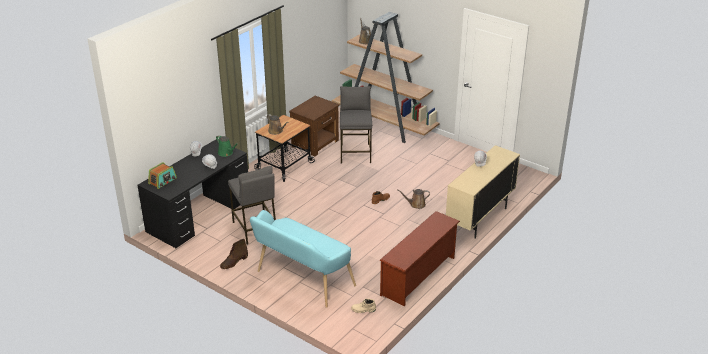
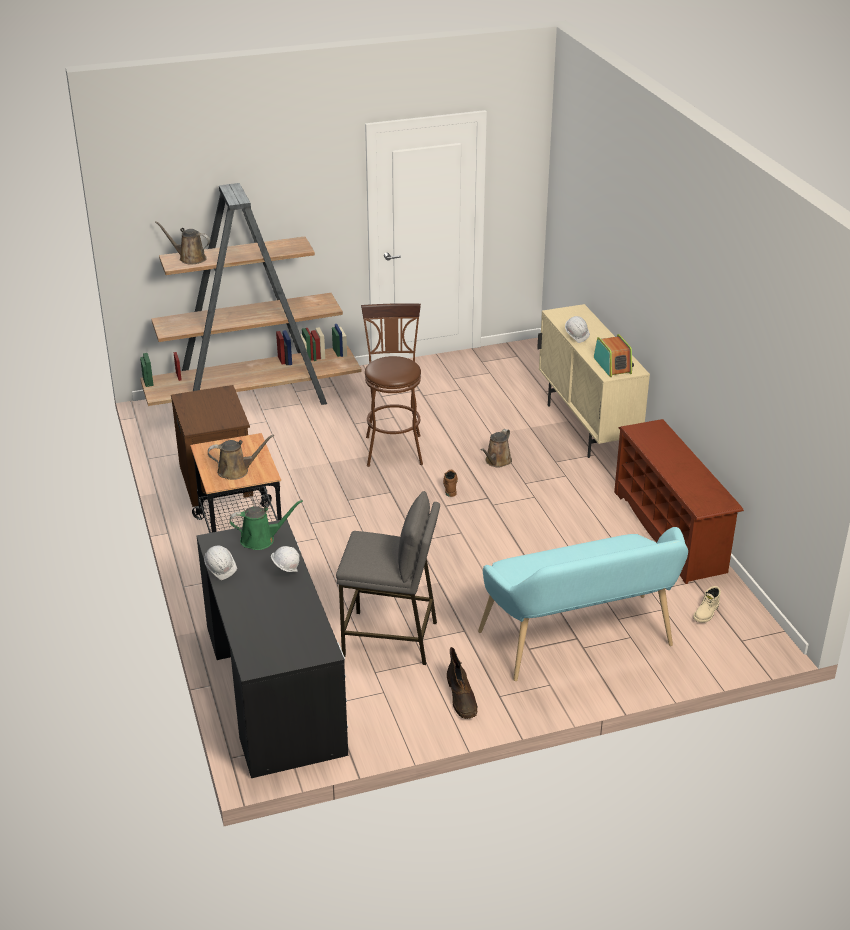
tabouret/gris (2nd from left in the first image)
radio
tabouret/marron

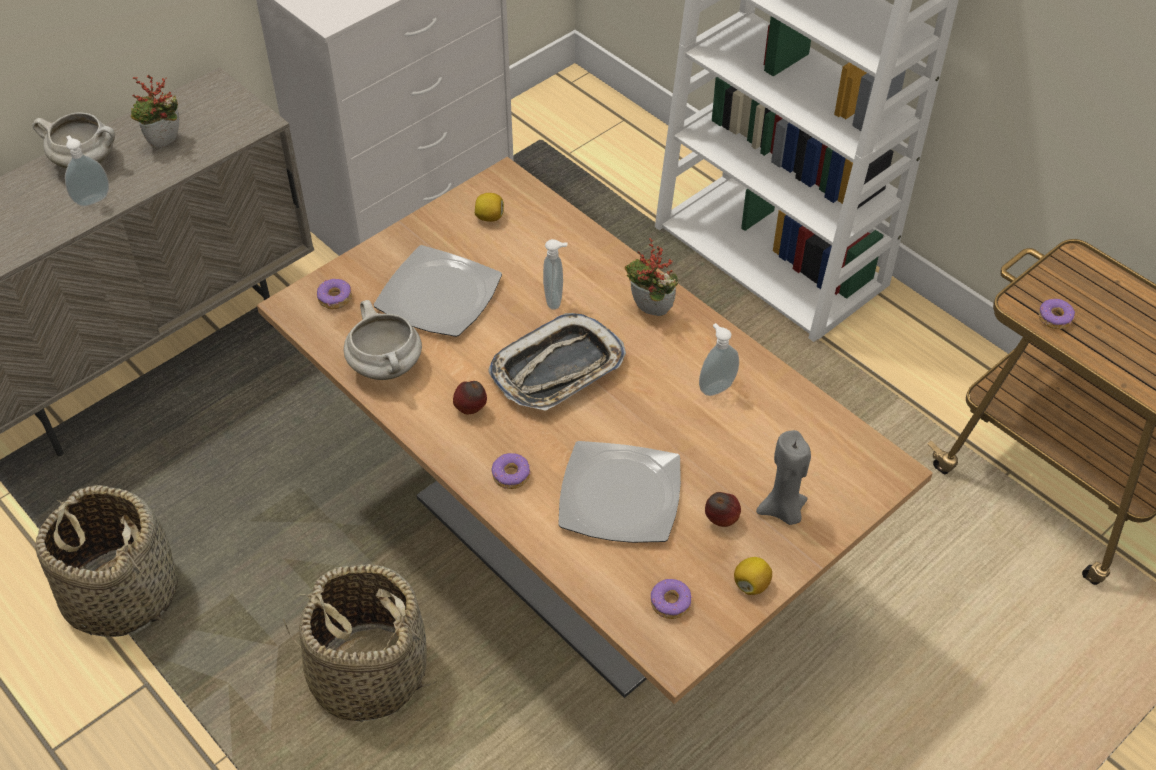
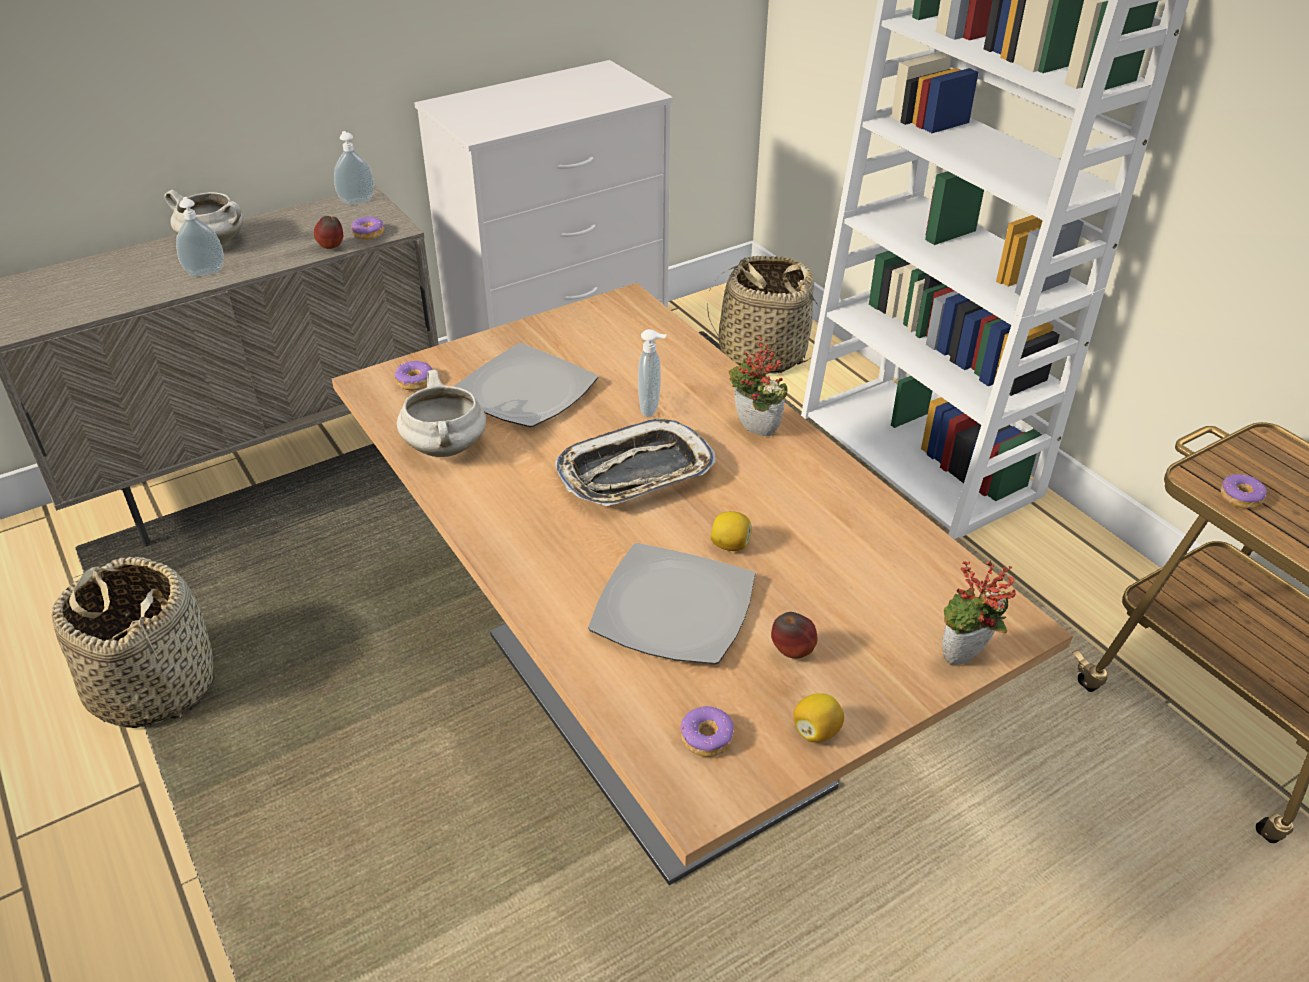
plante en pot (2nd from left)
citron (1st from left)
distributeur de savon (2nd from left)
pomme (1st from left)
bougie/gris
beignet (1st from left)
panier (2nd from left)

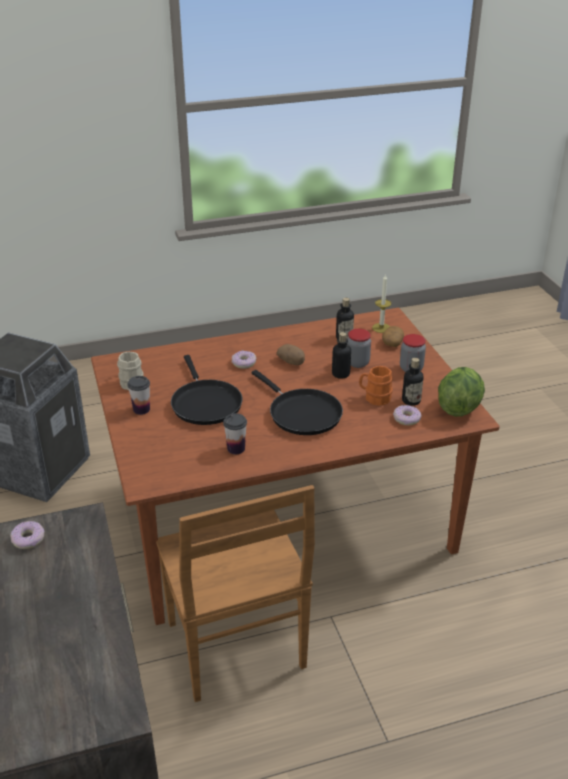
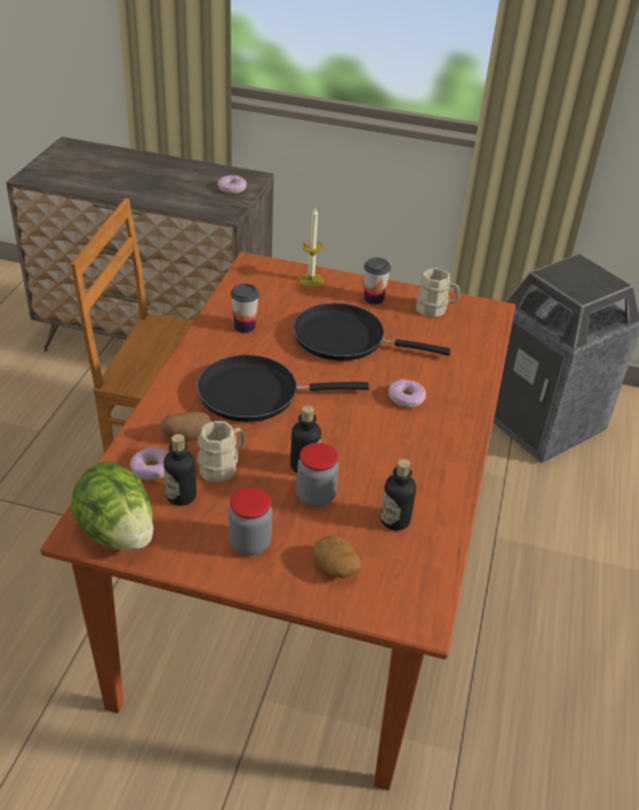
bougie
pomme de terre (1st from left)
mug/beige (1st from left)

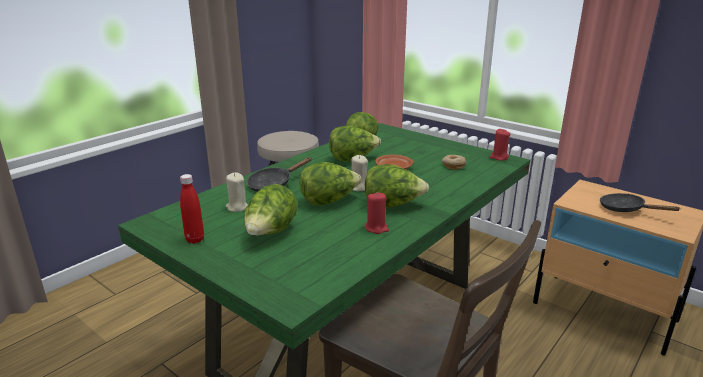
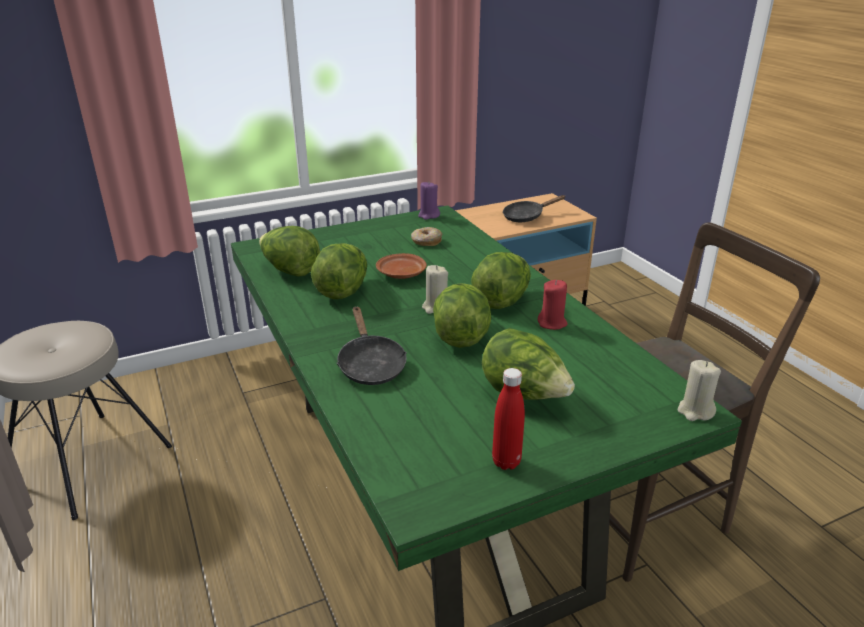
bougie/violet
bougie/beige (2nd from left)

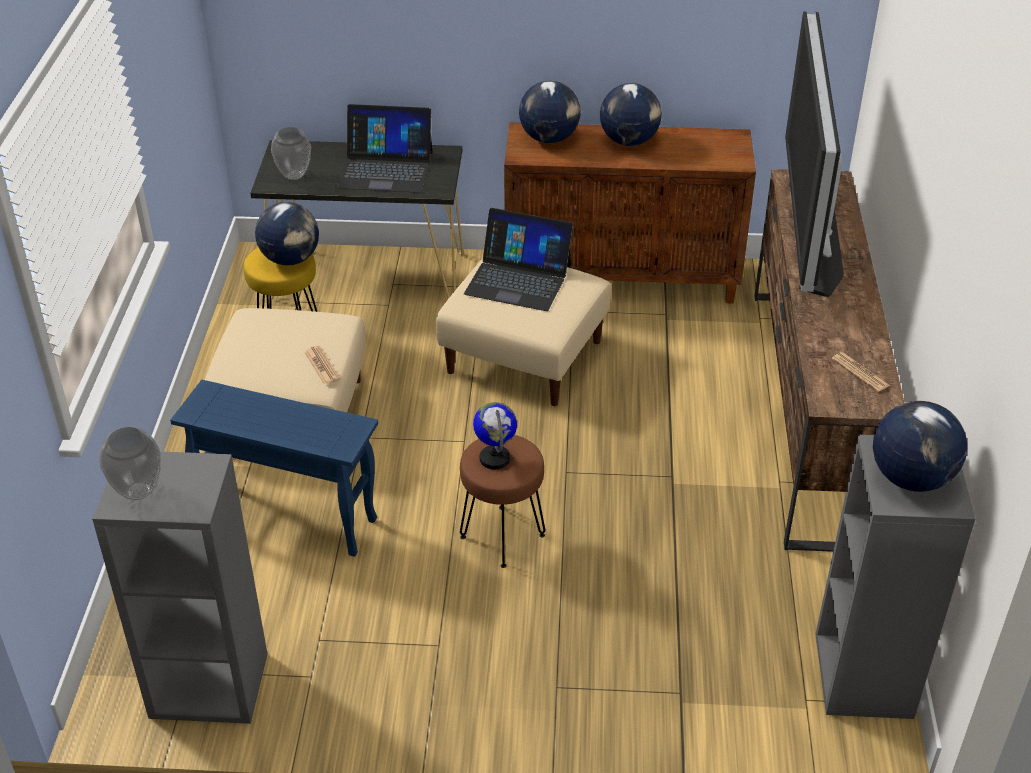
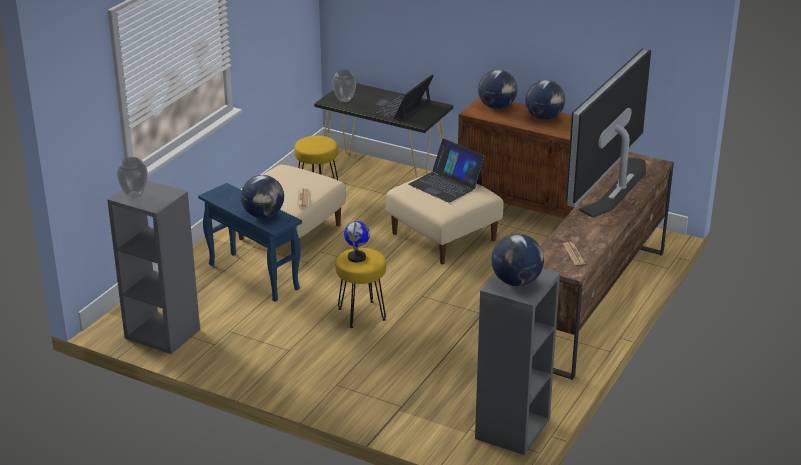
ordinateur portable (1st from left)
globe (1st from left)
tabouret/jaune (2nd from left)

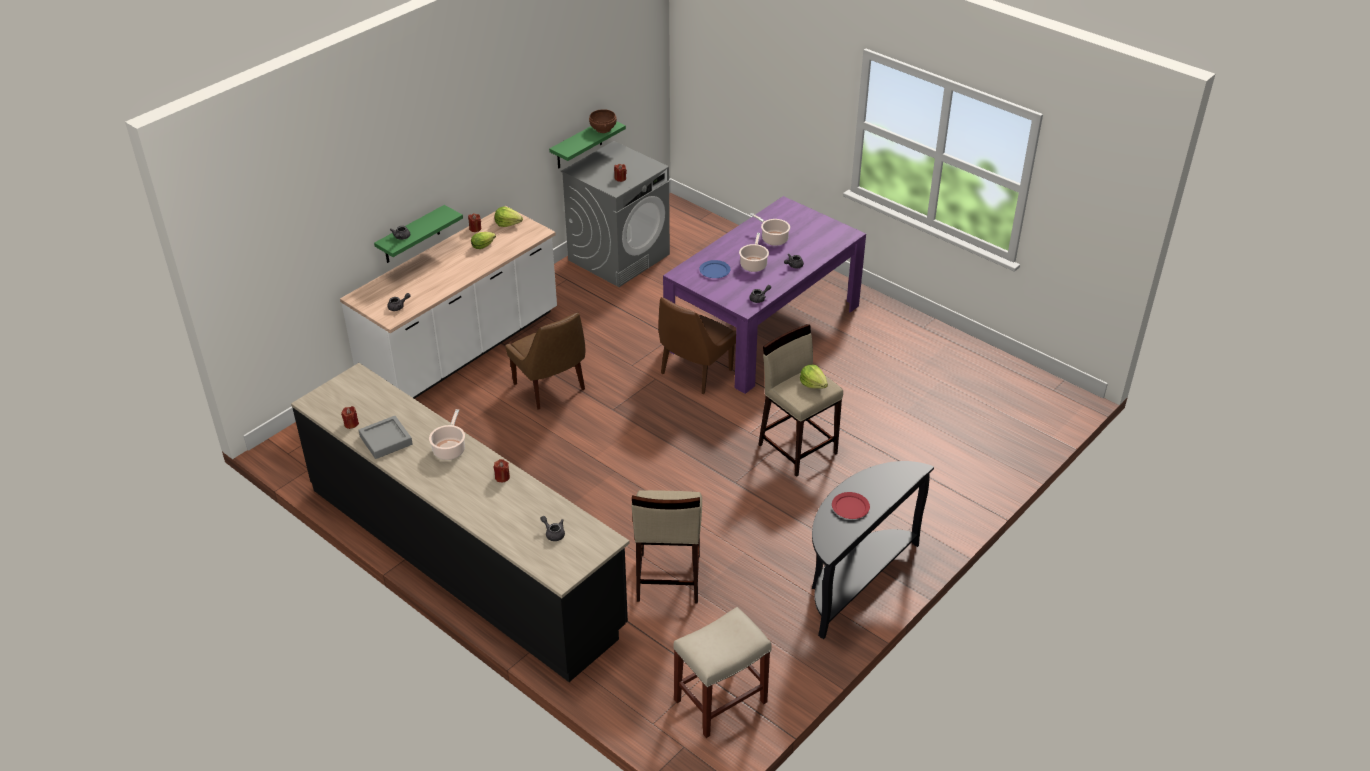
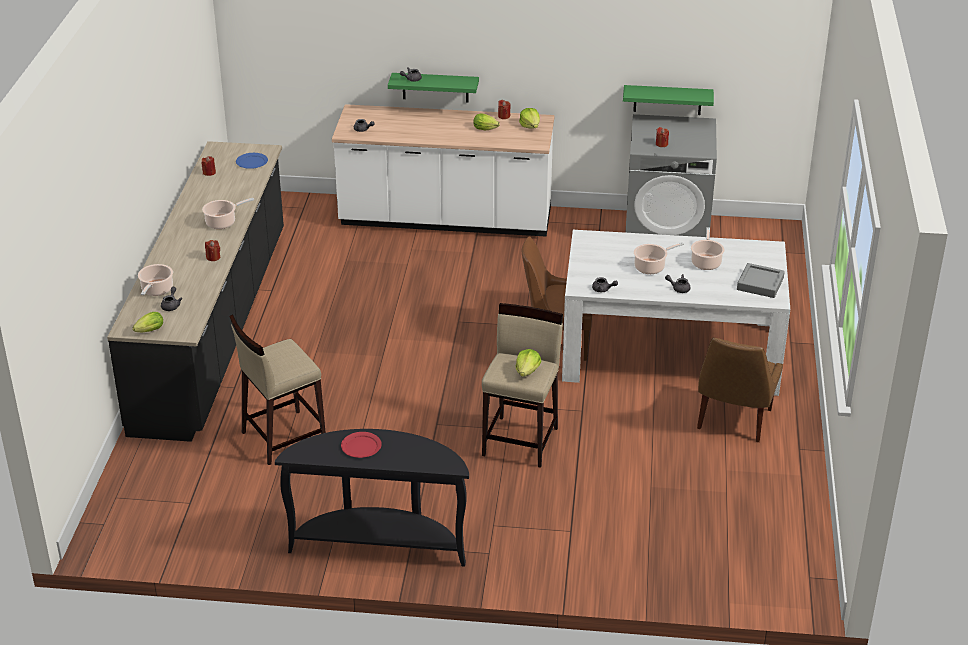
bol/marron
table à manger/blanc
assiette/bleu
chaise/marron (2nd from left)
plateau/gris
tabouret/beige (2nd from left in the first image)
marmite (1st from left)
laitue (1st from left)

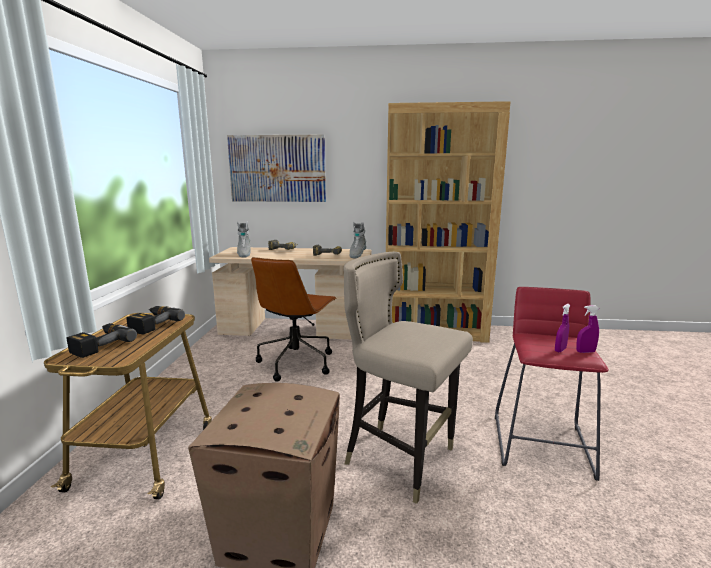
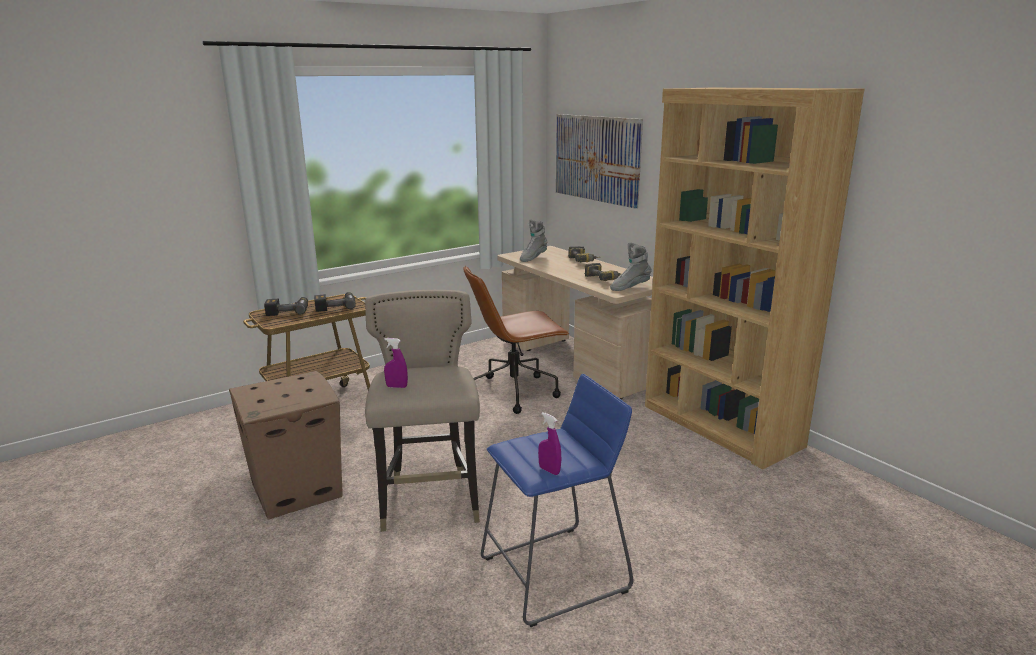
tabouret/bleu
vaporisateur/violet (1st from left)

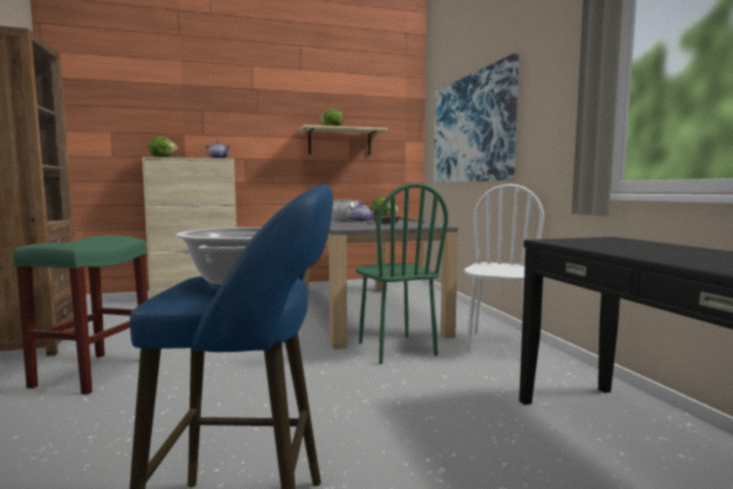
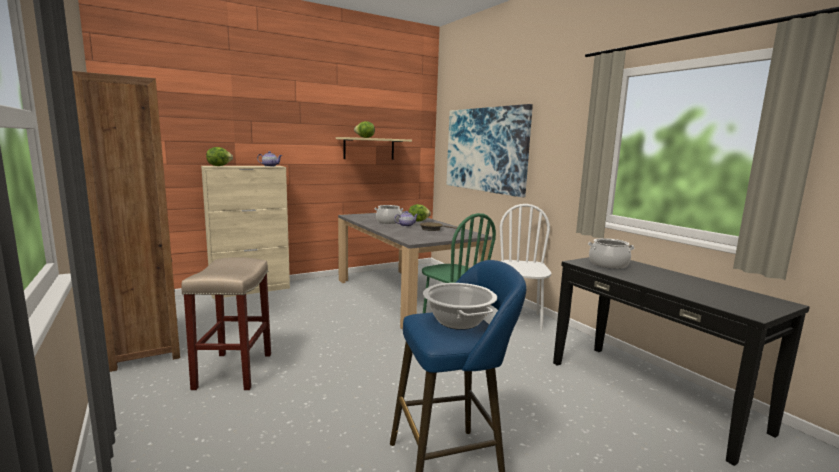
tabouret/beige
marmite (3rd from left)

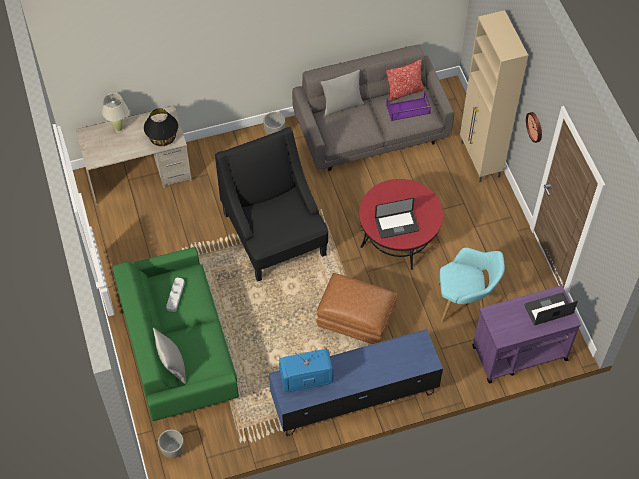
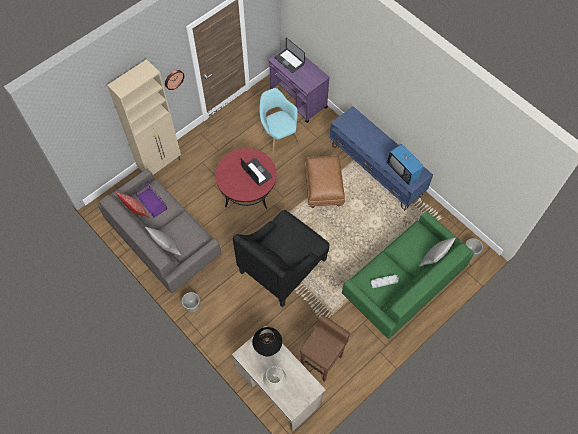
tabouret/marron

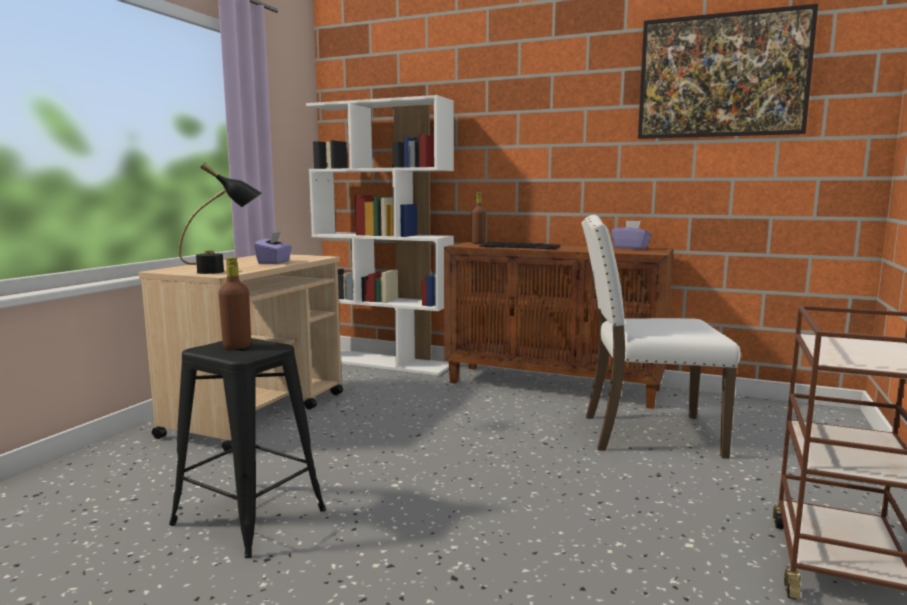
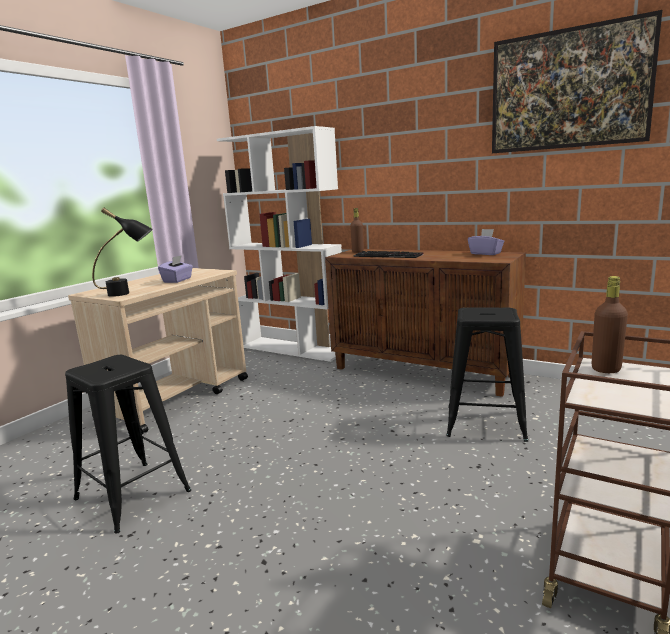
tabouret/noir (2nd from left)
bouteille/marron (2nd from left)

